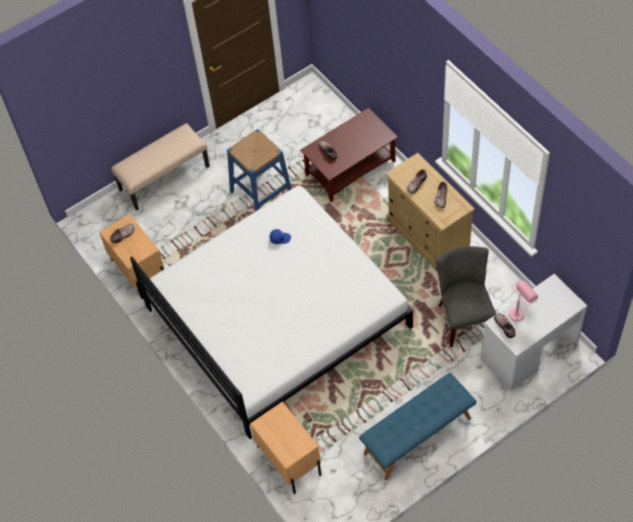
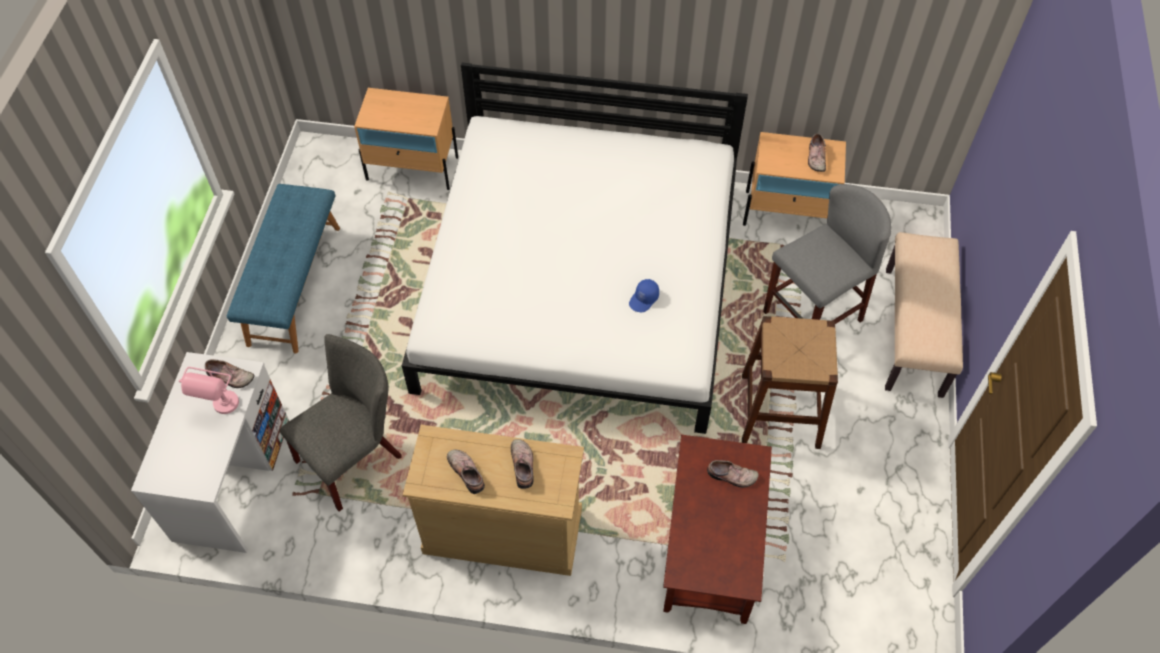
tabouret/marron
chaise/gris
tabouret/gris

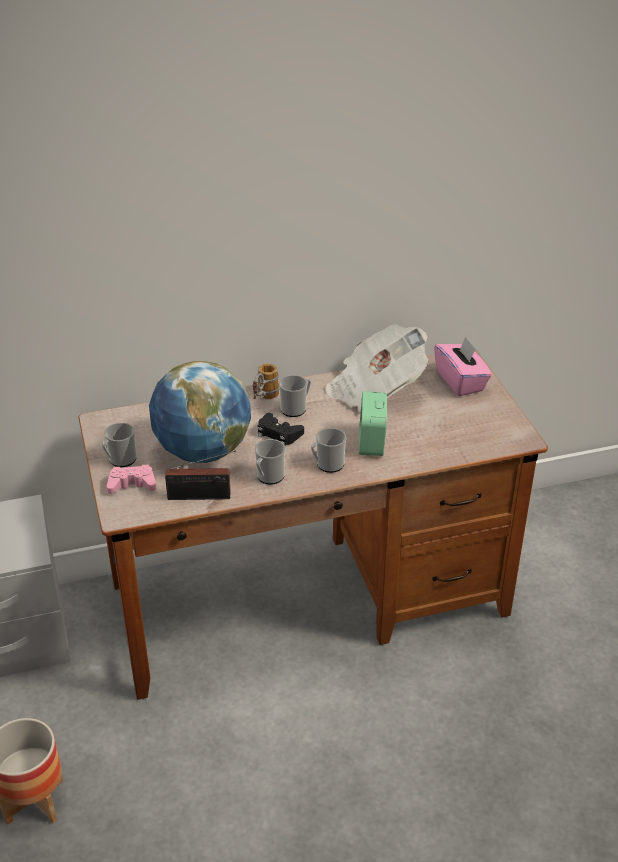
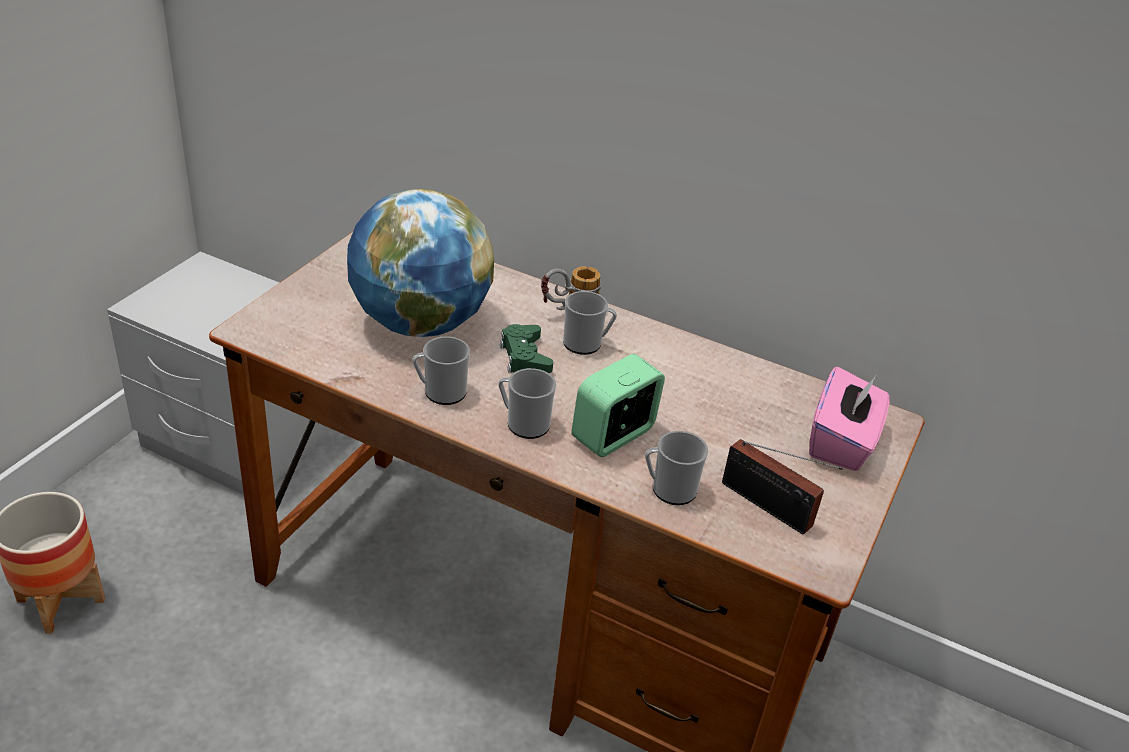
journal
manette/vert
mug (5th from left)
radio
manette/rose

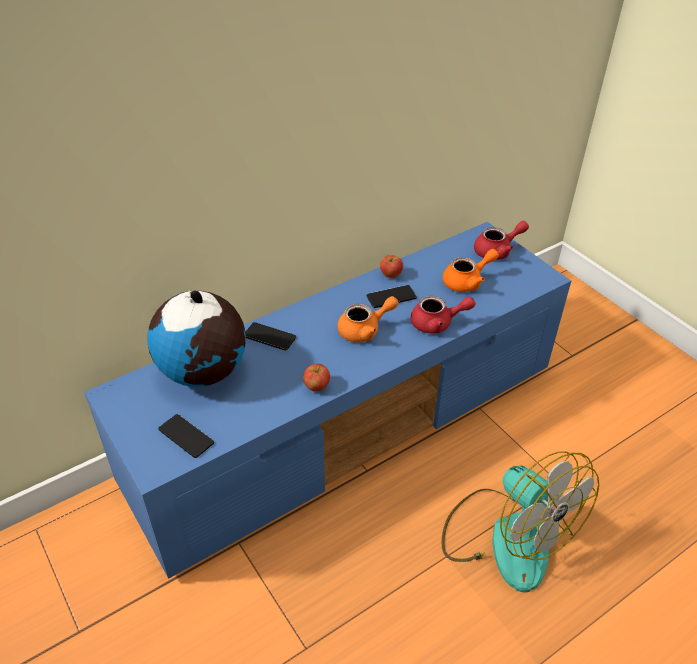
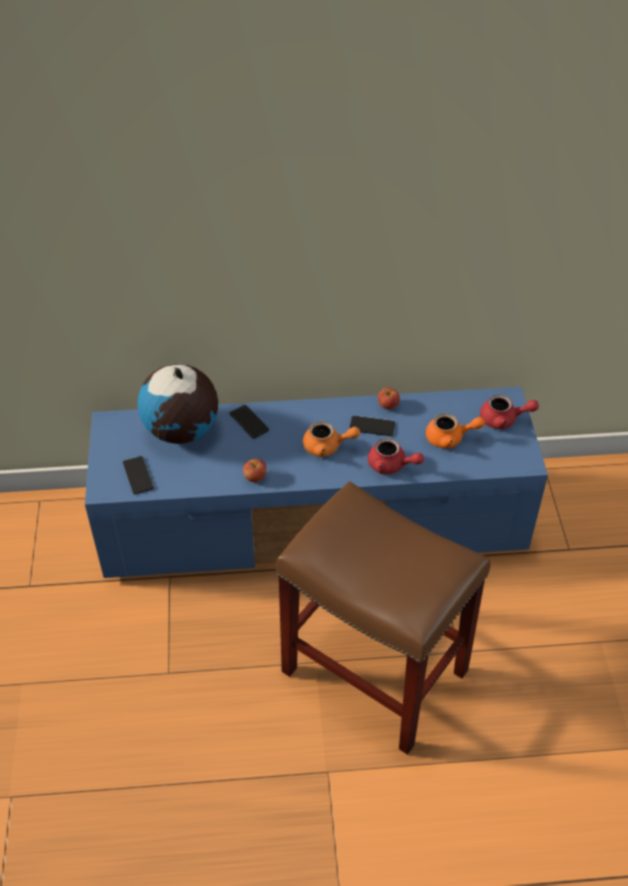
tabouret/marron

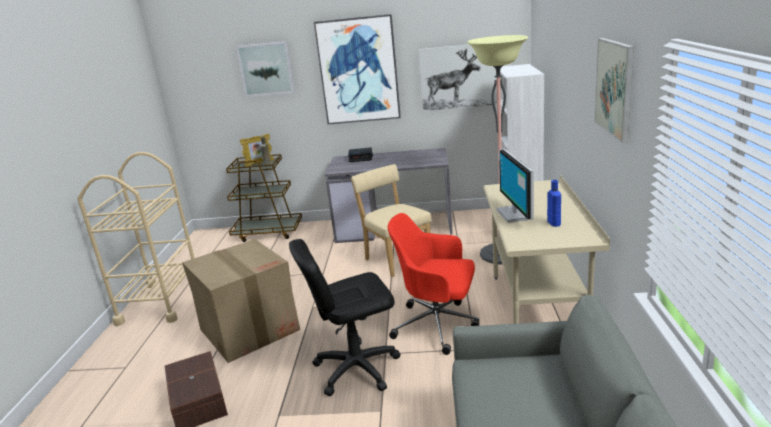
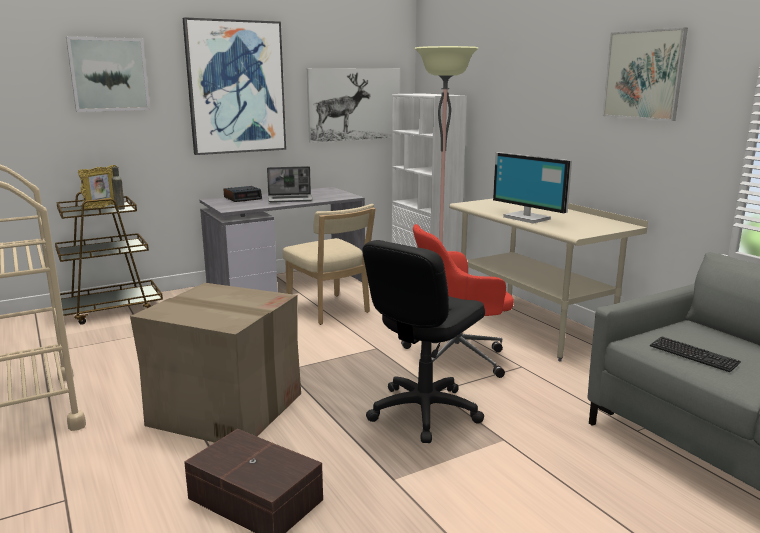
chaise/beige
bouteille/bleu
ordinateur portable
clavier

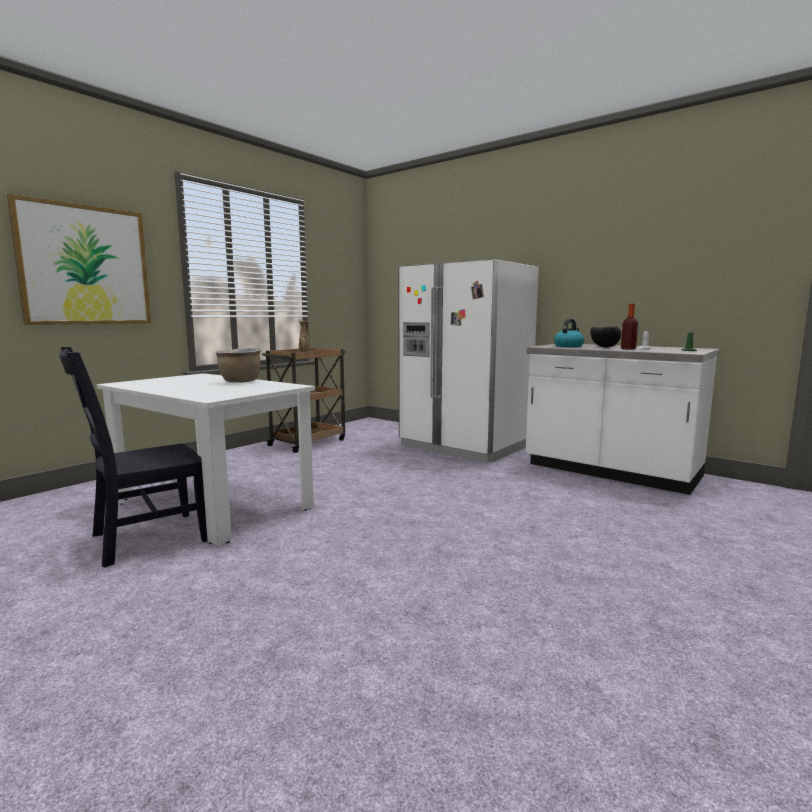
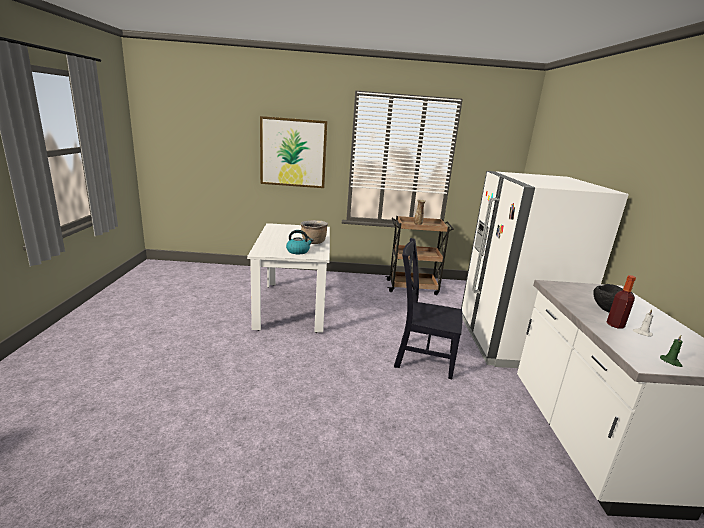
bouilloire
chaise/noir

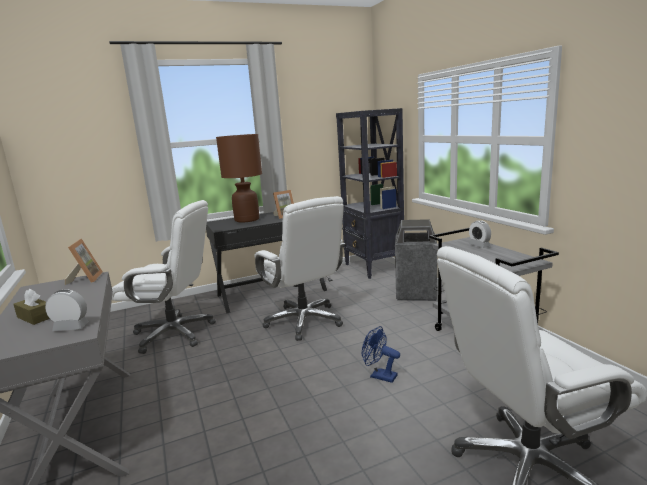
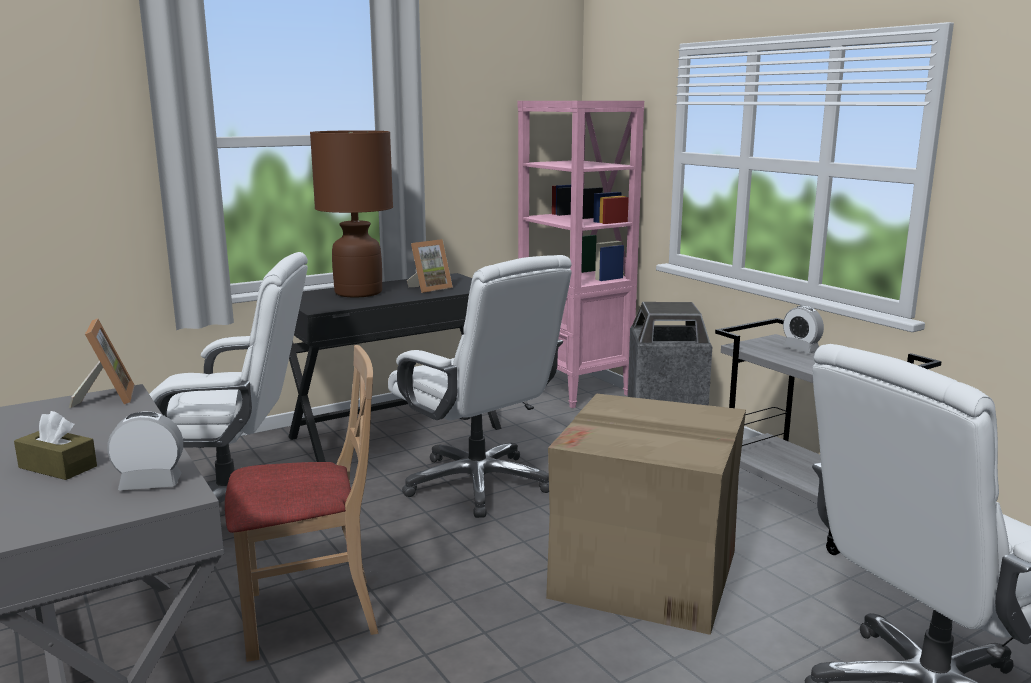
bibliothèque/rose
carton
chaise/beige

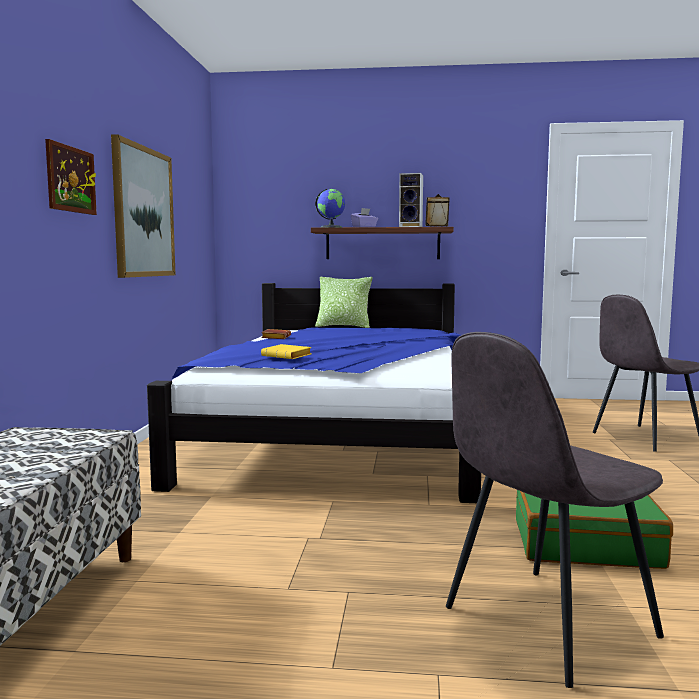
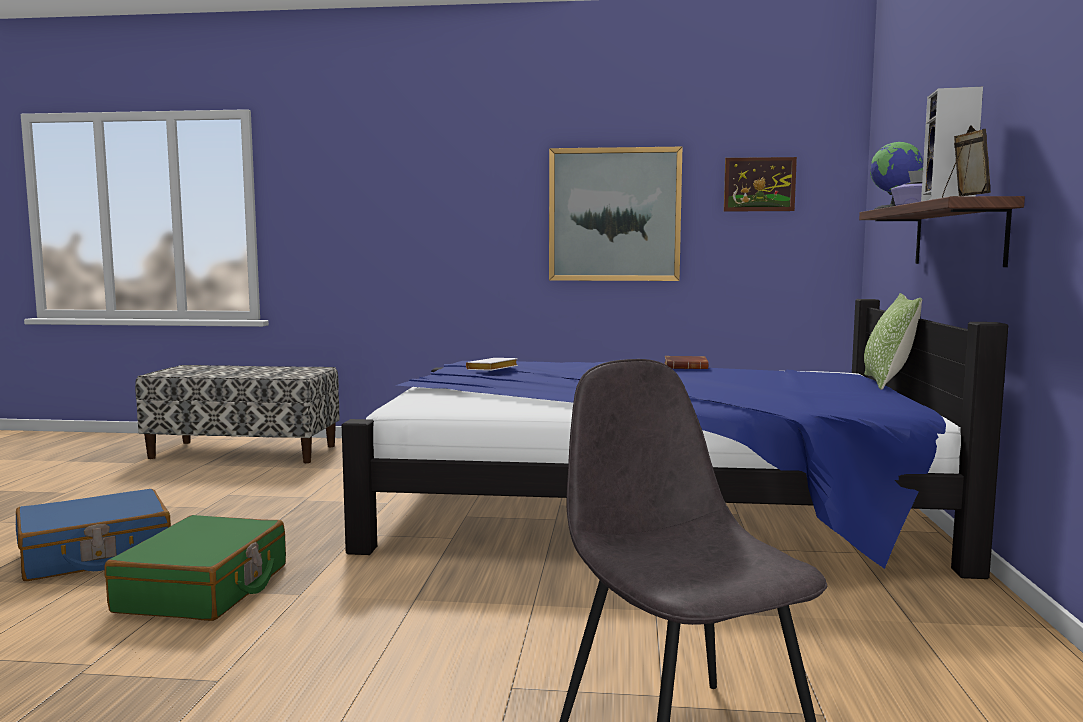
tableau (2nd from left)
valise/bleu
livre/blanc

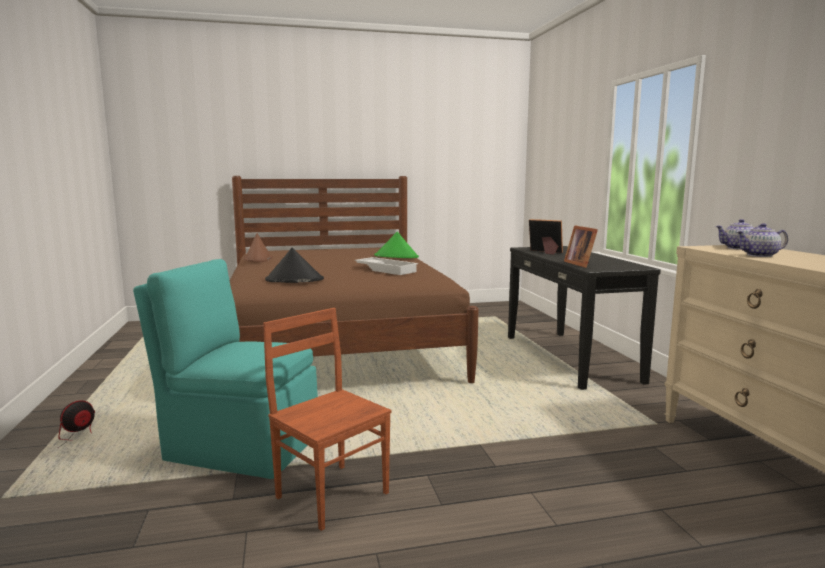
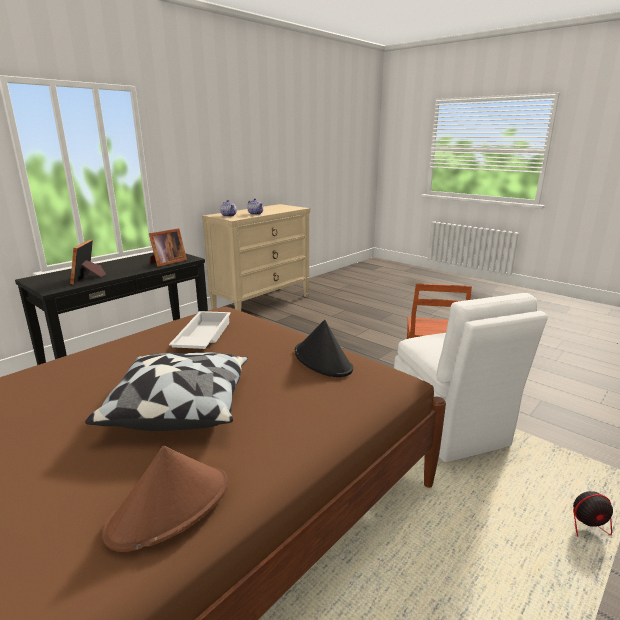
chapeau/vert
chaise/blanc
coussin

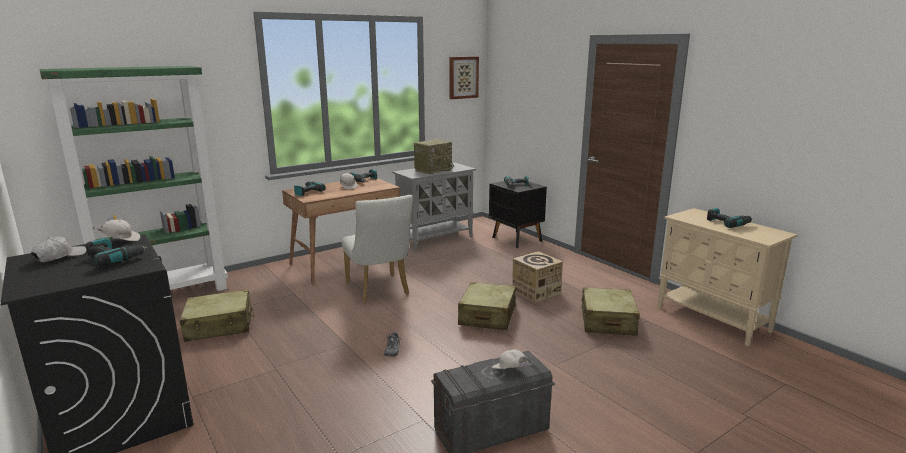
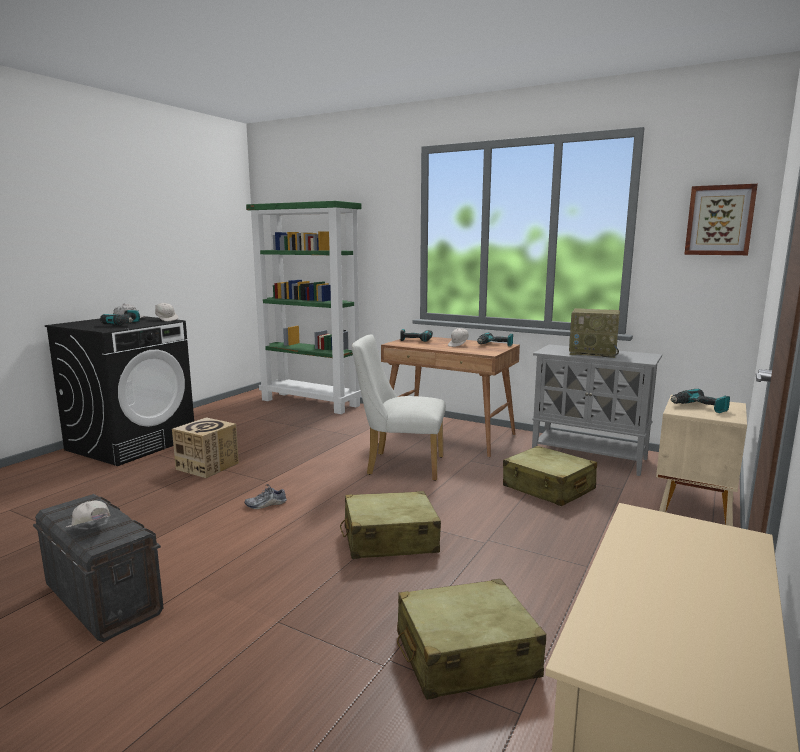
table de chevet/beige
chaise/blanc
perceuse (5th from left in the first image)
carton
valise/beige (3rd from left)
casquette/blanc (1st from left)

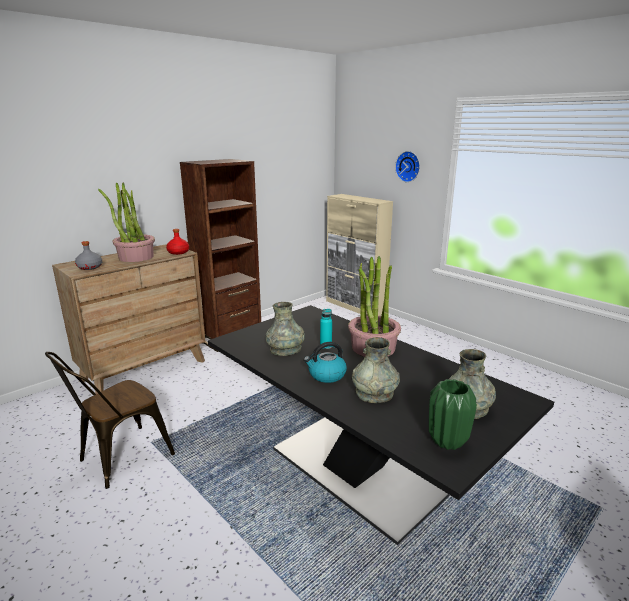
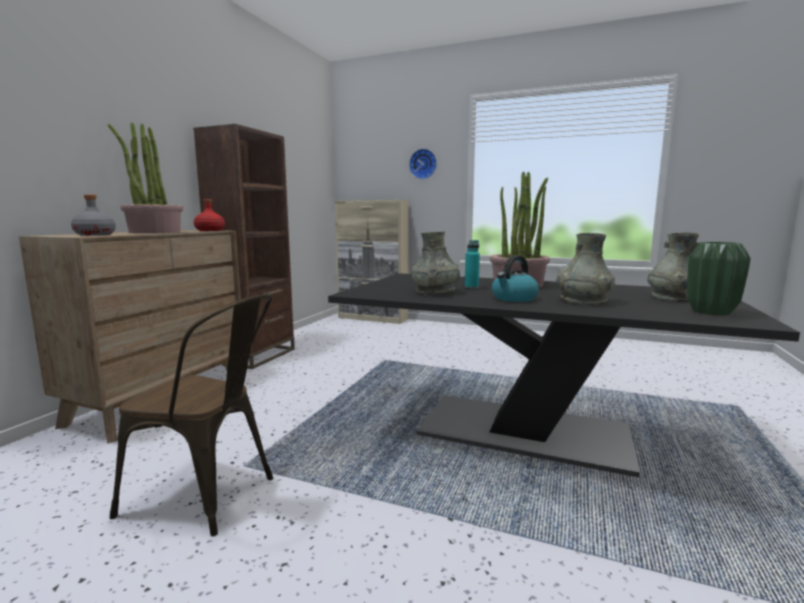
chaise/marron

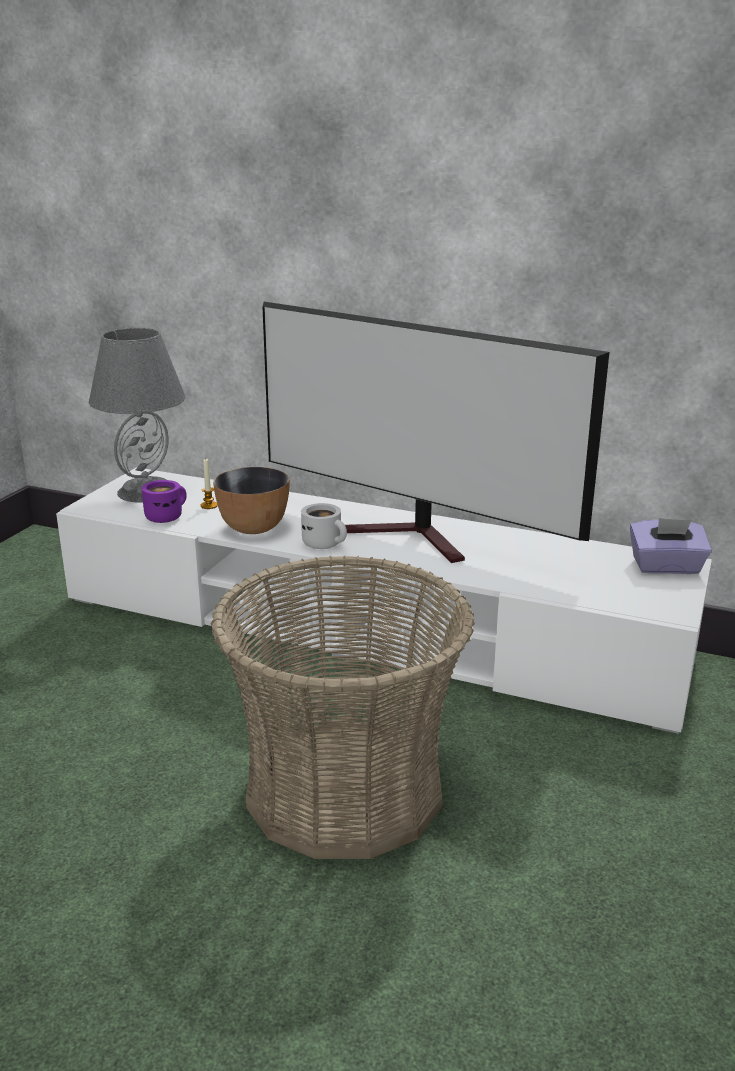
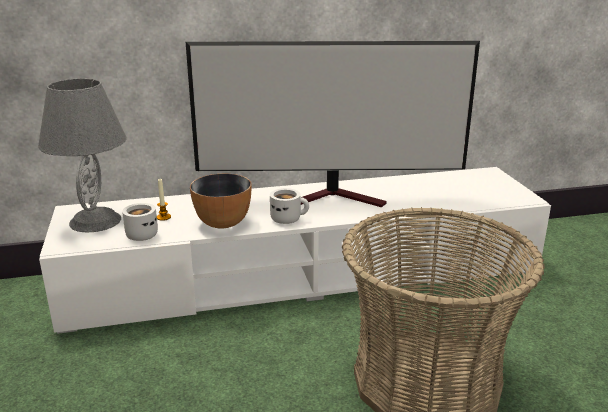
mug/blanc (1st from left)
boîte à mouchoirs/violet

